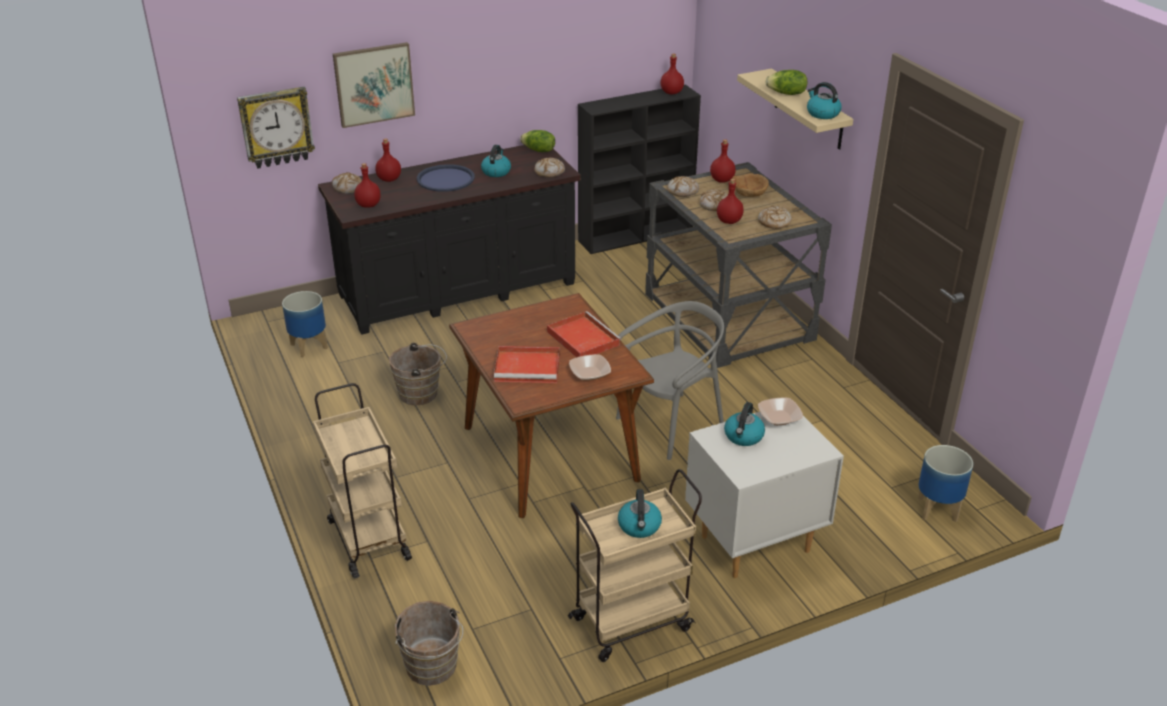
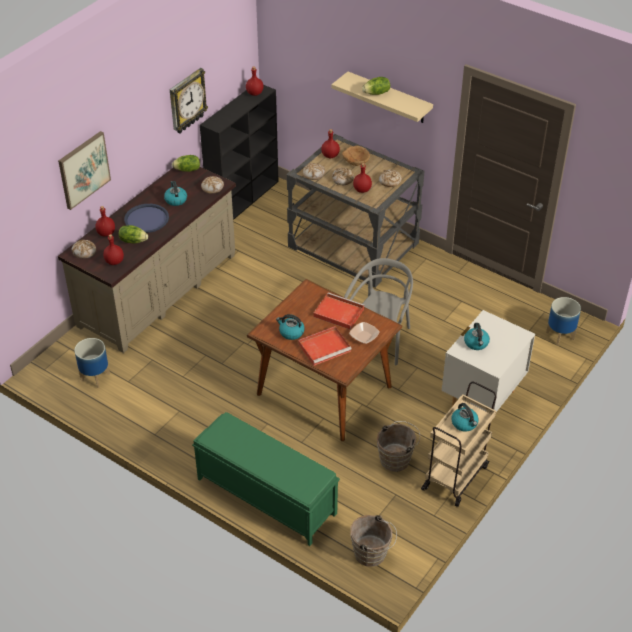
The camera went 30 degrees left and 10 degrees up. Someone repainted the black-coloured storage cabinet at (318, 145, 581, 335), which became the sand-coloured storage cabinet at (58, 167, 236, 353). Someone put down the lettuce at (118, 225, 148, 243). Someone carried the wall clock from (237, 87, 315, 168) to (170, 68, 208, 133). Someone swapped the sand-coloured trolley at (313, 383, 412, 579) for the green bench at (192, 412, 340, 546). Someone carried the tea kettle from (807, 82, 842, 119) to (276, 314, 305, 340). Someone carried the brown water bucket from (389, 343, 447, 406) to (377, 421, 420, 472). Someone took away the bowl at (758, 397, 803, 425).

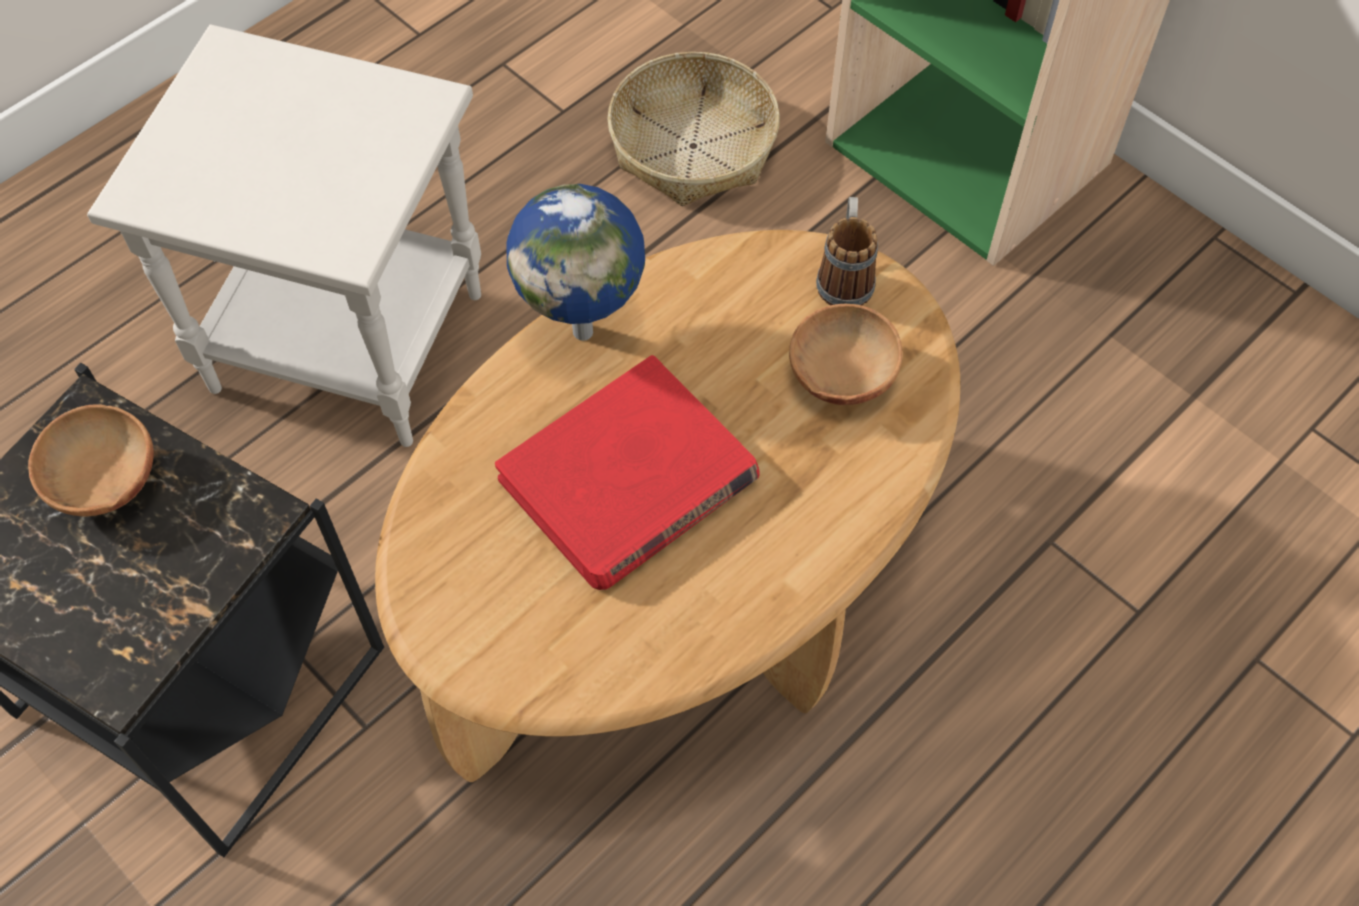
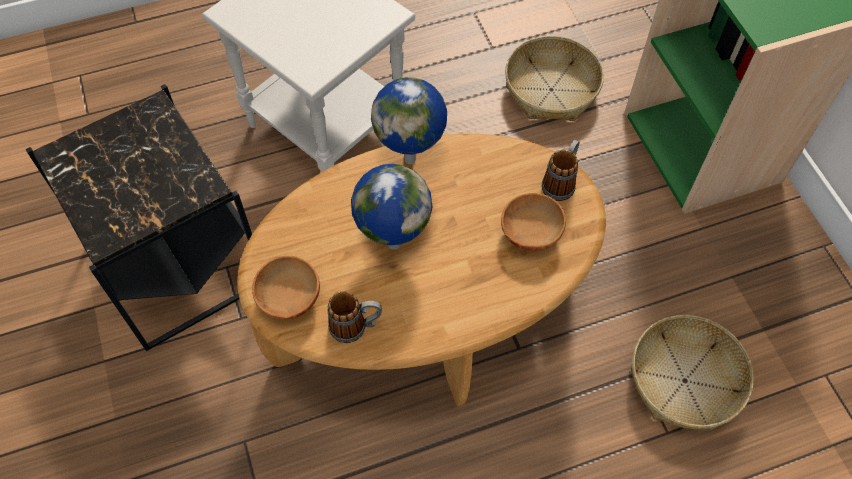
The camera went 25 degrees right and 0 degrees up. Someone carried the brown bowl from (28, 404, 154, 517) to (252, 256, 320, 319). Someone put down the mug at (327, 291, 382, 343). Someone swapped the reddish volume at (495, 355, 760, 590) for the globe at (351, 164, 432, 249). Someone put down the household basket at (631, 315, 754, 431).

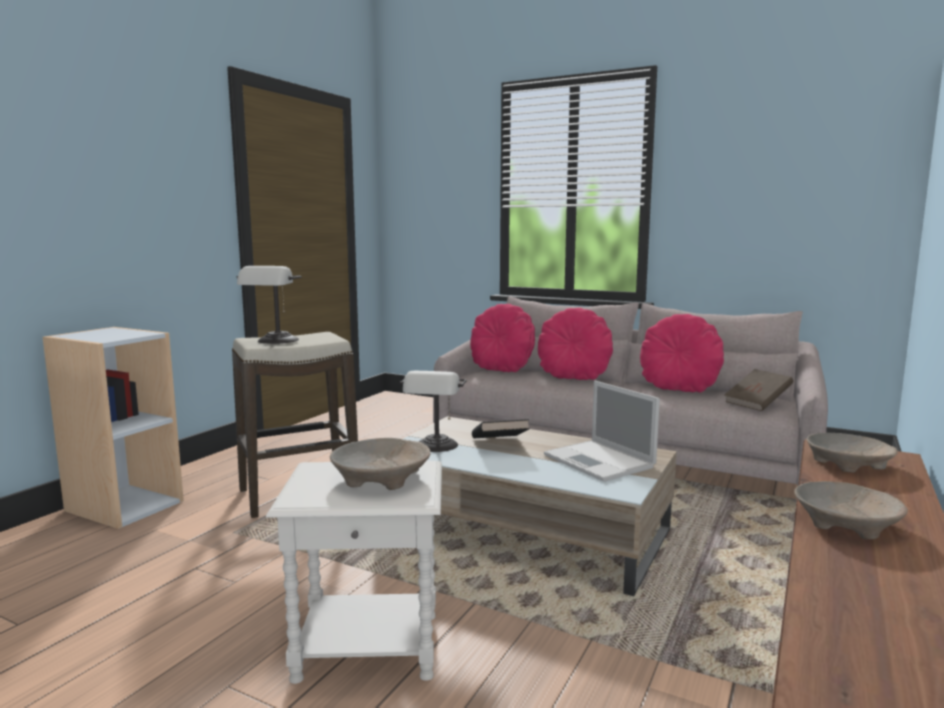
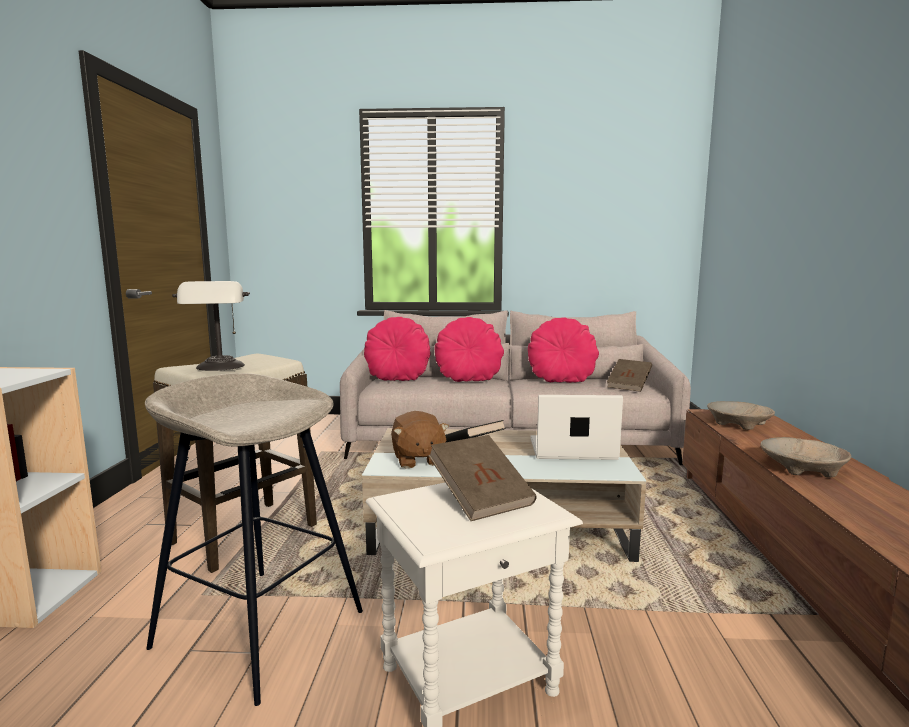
The camera went 25 degrees left and 0 degrees up. Someone put down the greyish stool at (145, 373, 363, 706). Someone swapped the lamp for a table at (400, 371, 467, 452) for the brown soft toy at (391, 411, 449, 469). Someone swapped the sand-coloured bowl at (330, 438, 431, 490) for the brown volume at (428, 435, 537, 521). Someone rotated the portable computer at (544, 381, 660, 482) by 150 degrees clockwise.

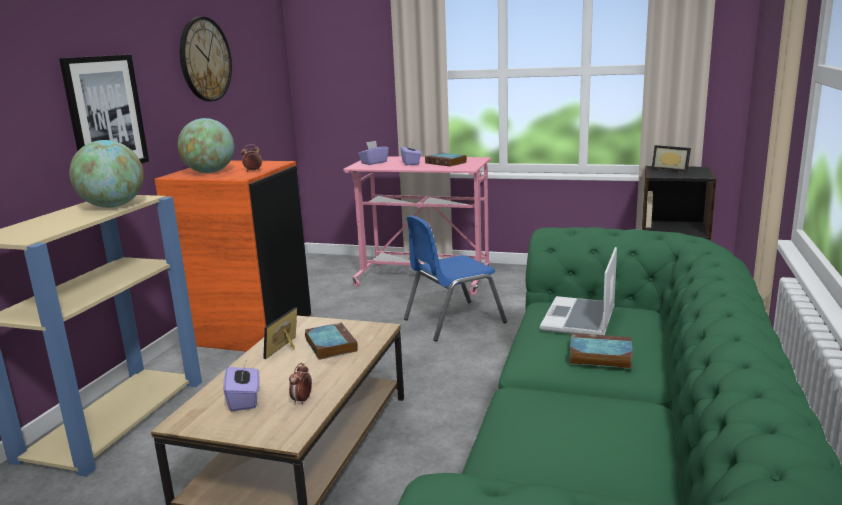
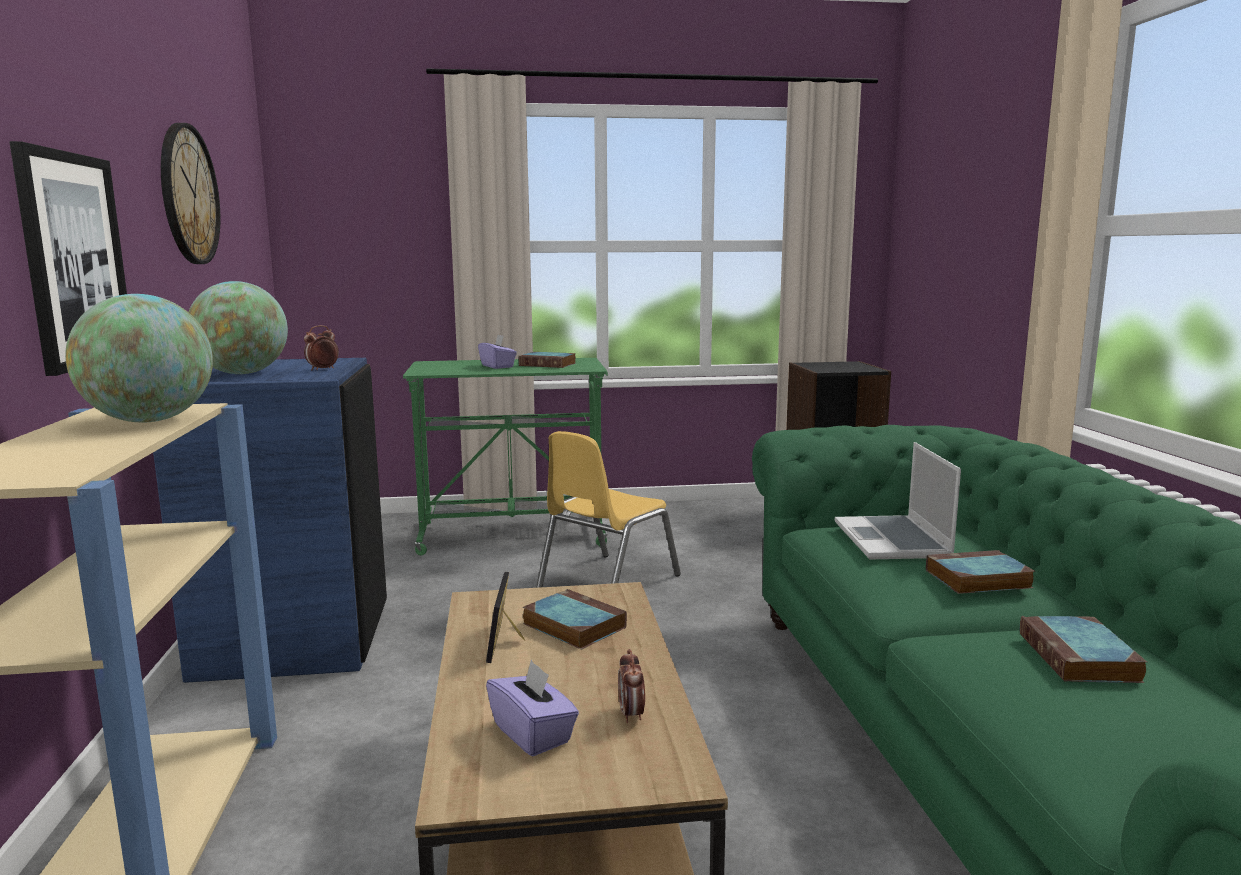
The camera went 25 degrees left and 5 degrees down. Someone repainted the orangey storage cabinet at (154, 160, 311, 352), which became the blue-coloured storage cabinet at (153, 358, 387, 683). Someone repainted the pink-coloured desk at (343, 156, 491, 295), which became the green desk at (403, 358, 608, 555). Someone repainted the blue-coloured upright chair at (404, 215, 507, 341), which became the yellow-coloured upright chair at (536, 431, 681, 588). Someone put down the volume at (1020, 616, 1147, 683). Someone took away the purple tissue holder at (358, 141, 389, 165). Someone took away the picture frame at (651, 145, 691, 172).

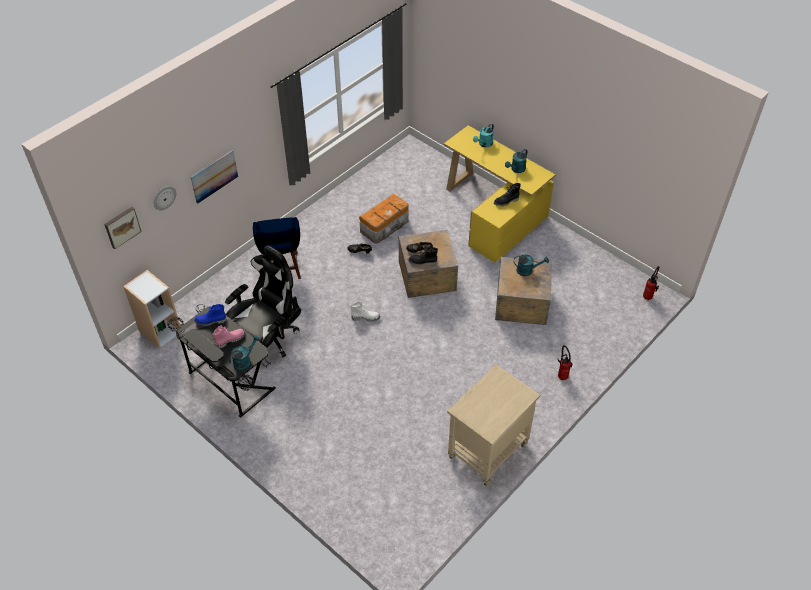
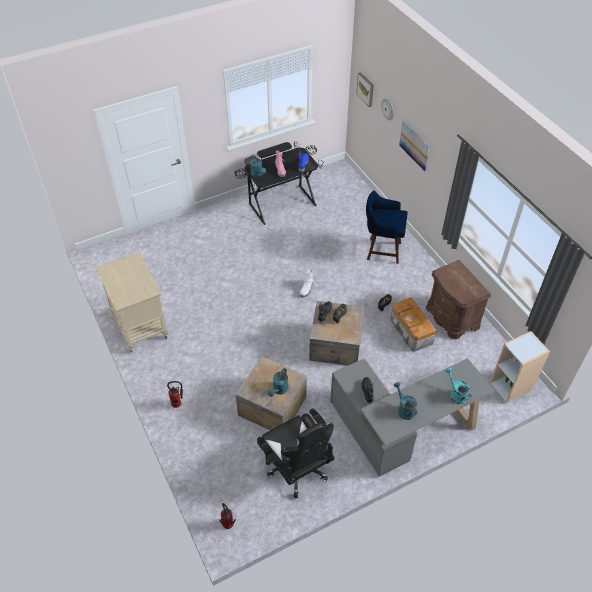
The camera went 110 degrees right and 0 degrees up. Someone carried the black-coloured computer chair from (225, 246, 301, 358) to (257, 408, 335, 498). Someone repainted the yellow-coloured desk at (444, 125, 556, 263), which became the greyish desk at (330, 358, 494, 477). Someone put down the brown bedside table at (426, 260, 491, 339). Someone carried the bookcase from (123, 270, 180, 349) to (490, 331, 550, 403).

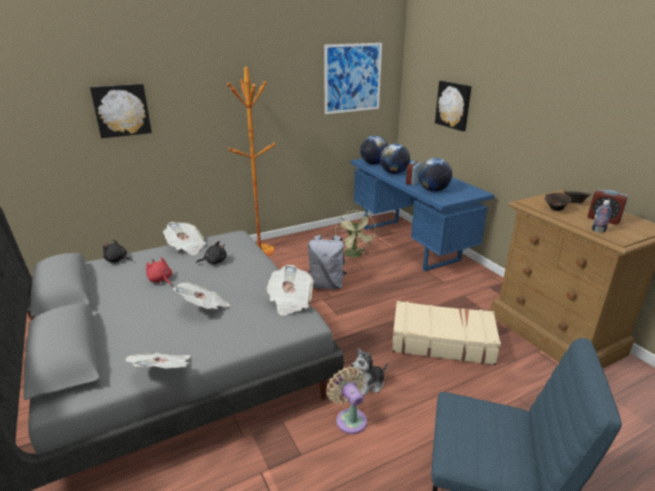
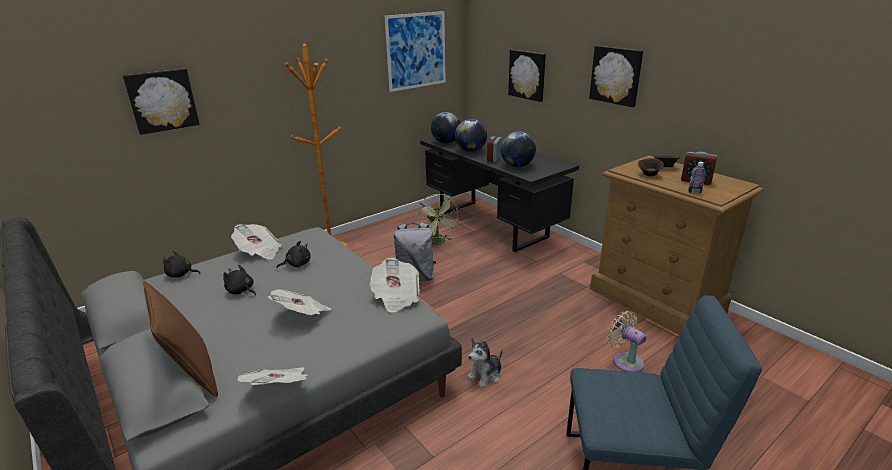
The camera went 10 degrees left and 0 degrees up. Someone put down the brown pillow at (143, 282, 218, 397). Someone repainted the reddish soft toy at (146, 257, 172, 285), which became the black-coloured soft toy at (224, 265, 256, 296). Someone repainted the blue-coloured desk at (351, 158, 494, 271), which became the black-coloured desk at (420, 136, 579, 252). Someone put up the wall art at (589, 46, 643, 107). Someone carried the sand-coloured electric fan from (326, 366, 367, 434) to (607, 311, 647, 372). Someone took away the sand-coloured piece of luggage at (392, 301, 501, 365).

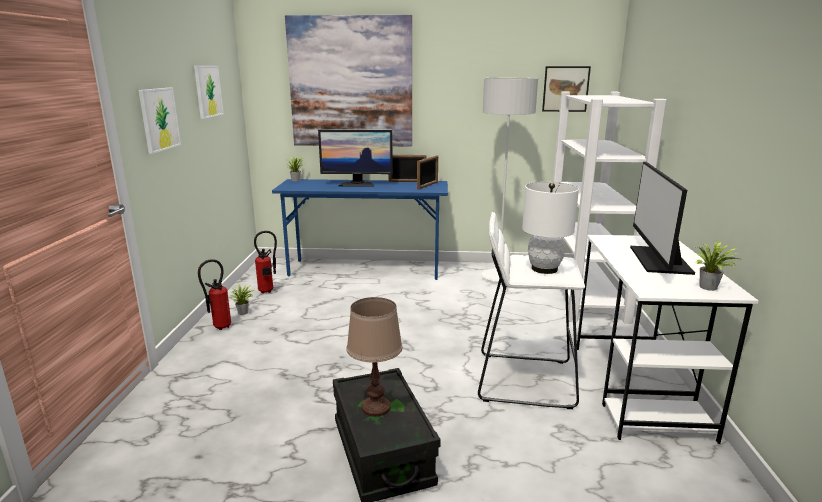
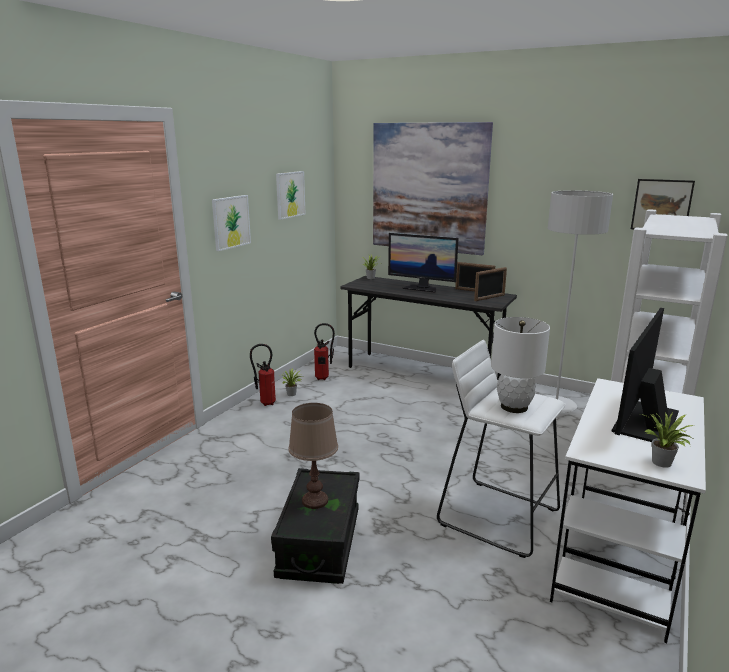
The camera went 25 degrees right and 0 degrees up. Someone repainted the blue-coloured desk at (272, 179, 448, 280), which became the greyish desk at (341, 276, 517, 379).

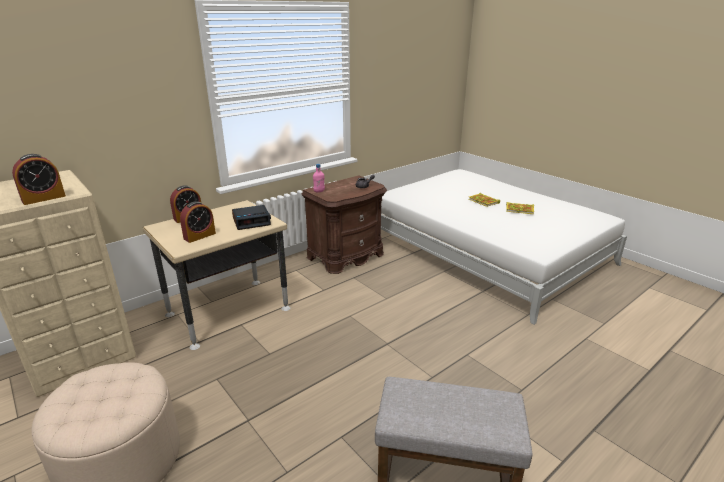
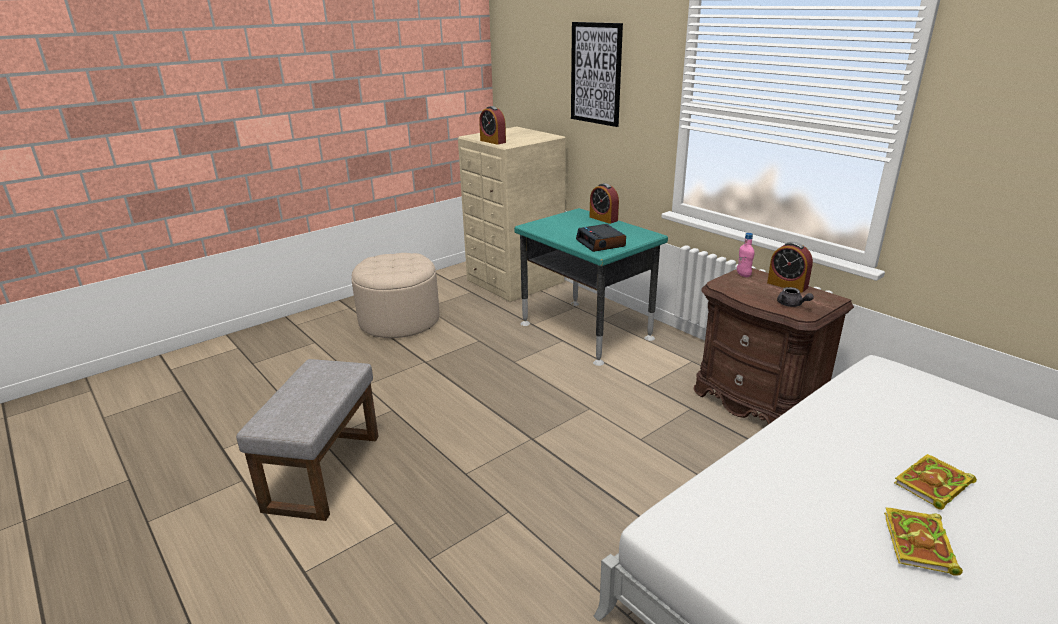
The camera went 90 degrees right and 0 degrees up. Someone repainted the sand-coloured desk at (143, 200, 291, 350), which became the turquoise desk at (514, 208, 668, 366). Someone put up the wall art at (571, 22, 623, 127). Someone carried the table clock from (180, 201, 216, 243) to (767, 242, 813, 293).

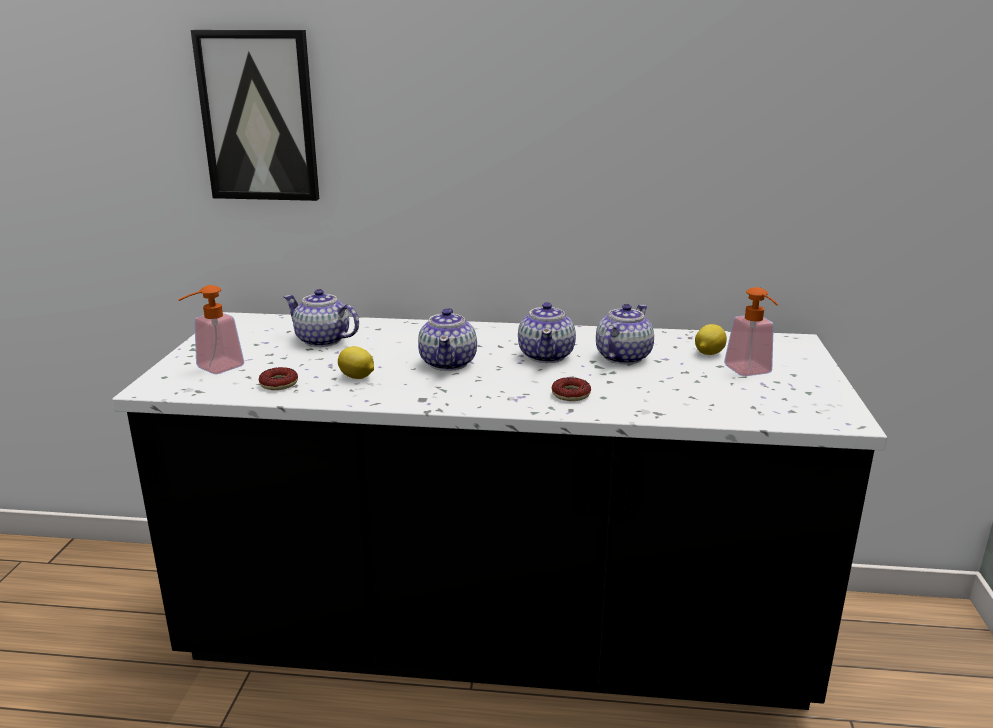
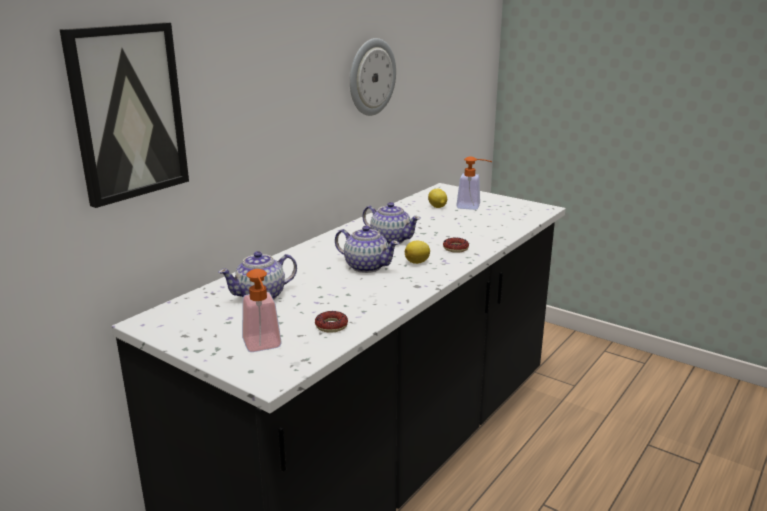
The camera went 60 degrees left and 0 degrees up. Someone put up the wall clock at (350, 38, 396, 116). Someone carried the lemon from (338, 346, 374, 379) to (405, 241, 430, 264). Someone took away the teapot at (596, 304, 654, 365).

